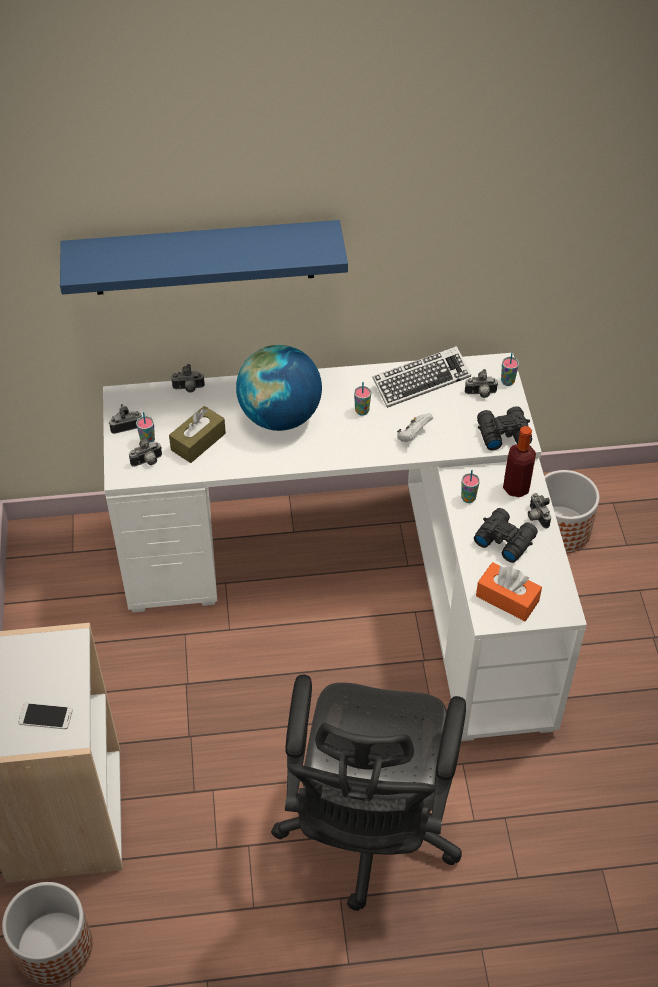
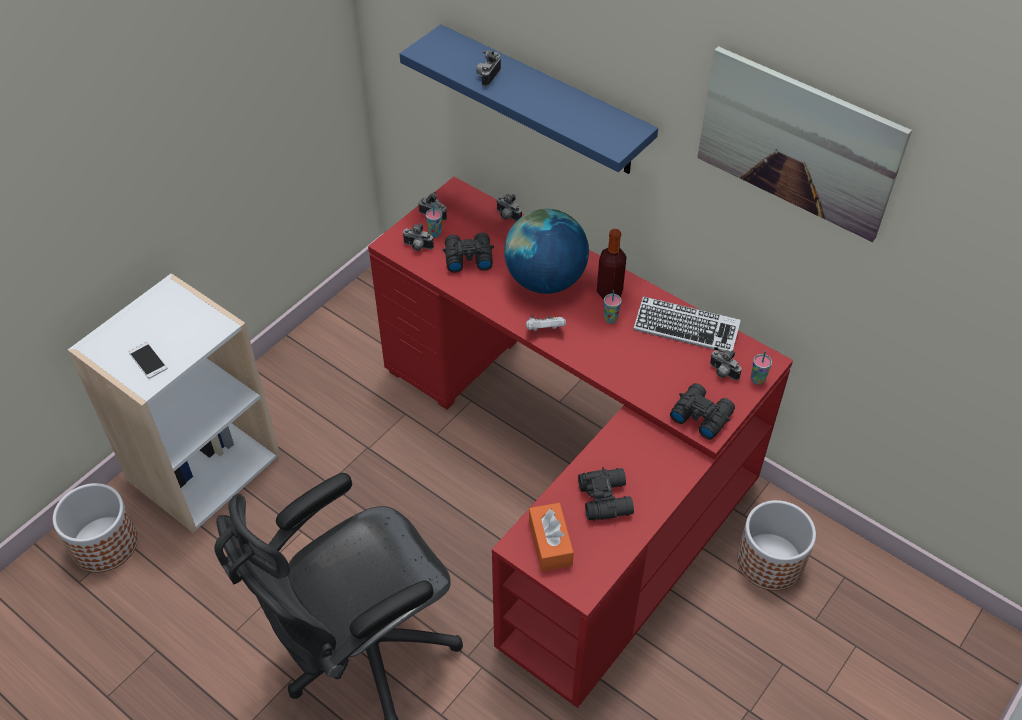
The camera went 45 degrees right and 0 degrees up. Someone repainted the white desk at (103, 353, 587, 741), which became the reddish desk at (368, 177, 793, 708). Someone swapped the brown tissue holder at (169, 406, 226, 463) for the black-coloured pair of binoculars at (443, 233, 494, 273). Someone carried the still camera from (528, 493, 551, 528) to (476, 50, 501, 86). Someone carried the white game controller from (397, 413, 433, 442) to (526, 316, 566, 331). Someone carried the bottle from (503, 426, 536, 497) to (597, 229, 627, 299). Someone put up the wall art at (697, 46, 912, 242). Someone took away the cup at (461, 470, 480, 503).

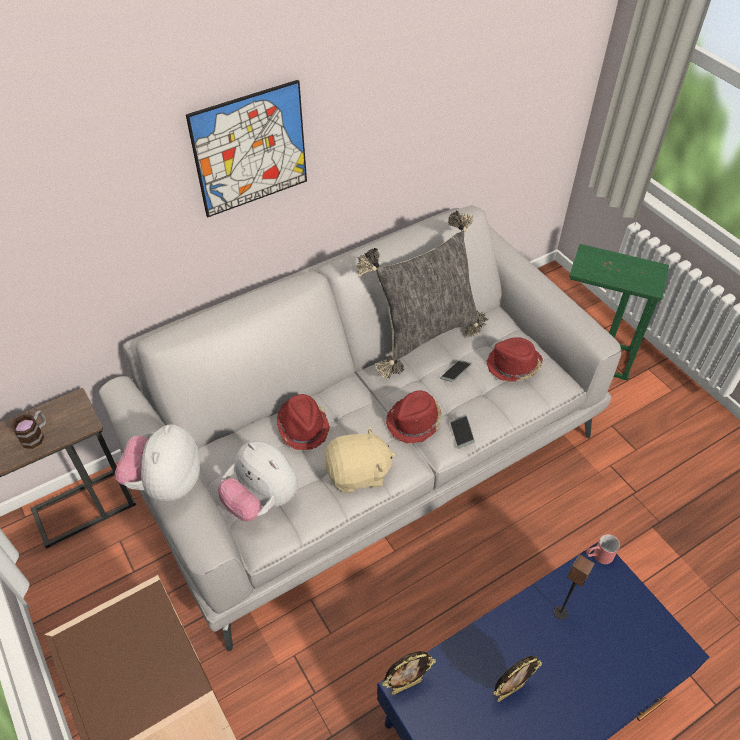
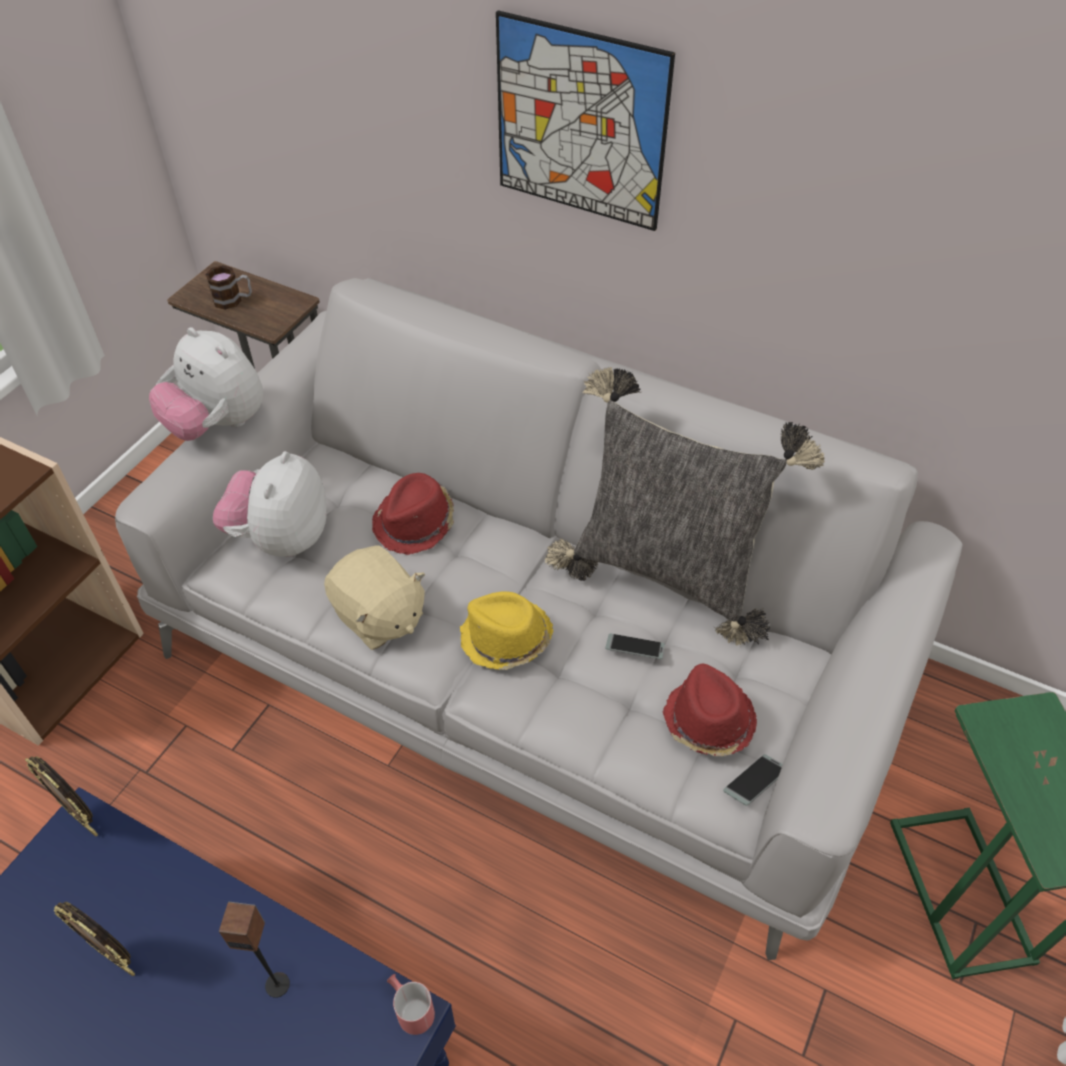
The camera went 60 degrees right and 0 degrees up. Someone rotated the soft toy at (115, 424, 200, 502) by 120 degrees counterclockwise. Someone repainted the reddish hat at (386, 391, 442, 444), which became the yellow-coloured hat at (460, 591, 553, 670). Someone carried the handset from (450, 414, 475, 449) to (723, 754, 783, 806).

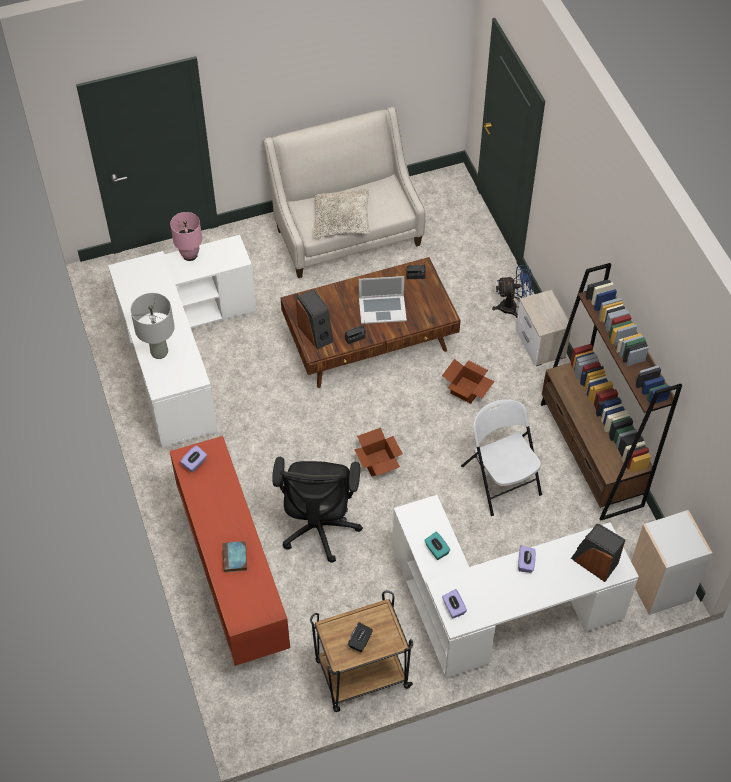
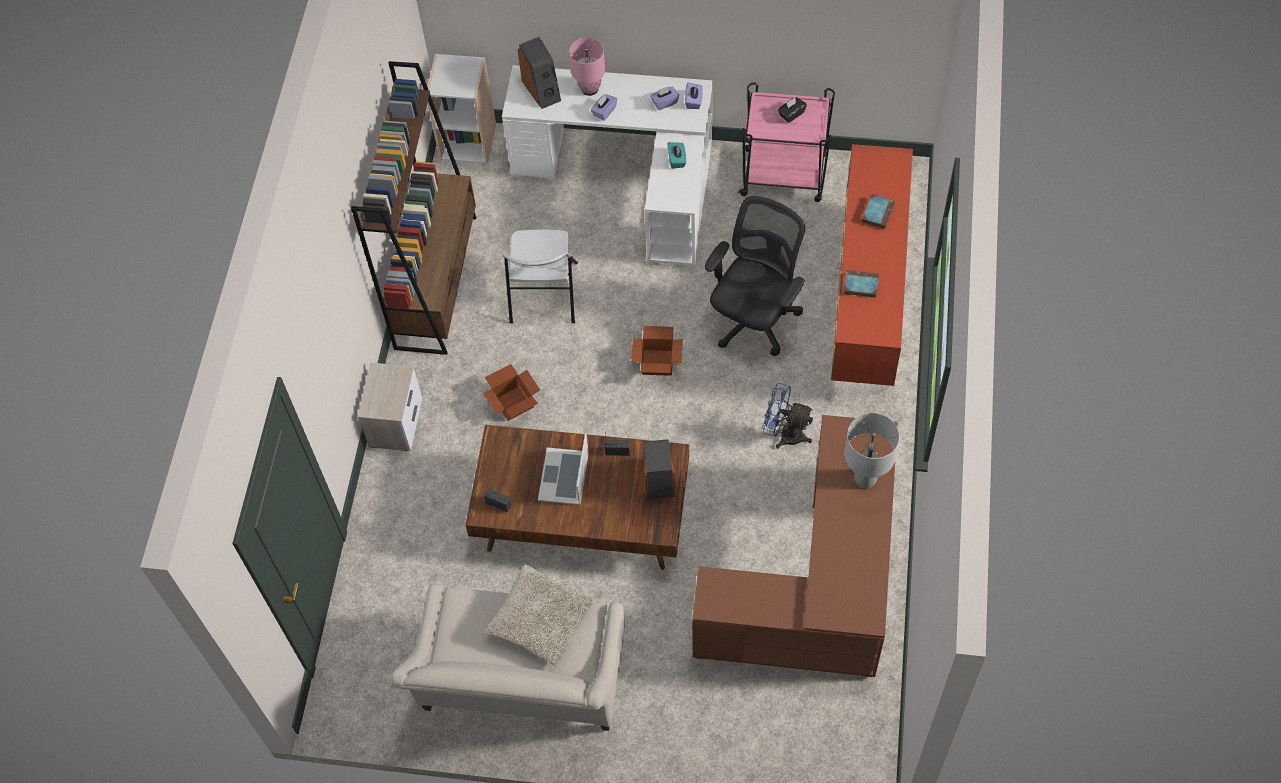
The camera went 150 degrees left and 5 degrees up. Someone rotated the portable computer at (359, 276, 407, 324) by 105 degrees counterclockwise. Someone carried the pink-coloured lamp for a table from (170, 212, 202, 261) to (569, 37, 605, 96). Someone carried the purple tissue holder from (180, 445, 207, 472) to (650, 86, 679, 110). Someone repainted the white desk at (108, 235, 256, 449), which became the brown desk at (692, 415, 898, 677). Someone repainted the brown trolley at (310, 590, 413, 712), which became the pink-coloured trolley at (738, 82, 835, 202). Someone carried the blue-coloured electric fan from (492, 265, 534, 318) to (762, 383, 813, 449). Someone put down the volume at (843, 270, 879, 298).

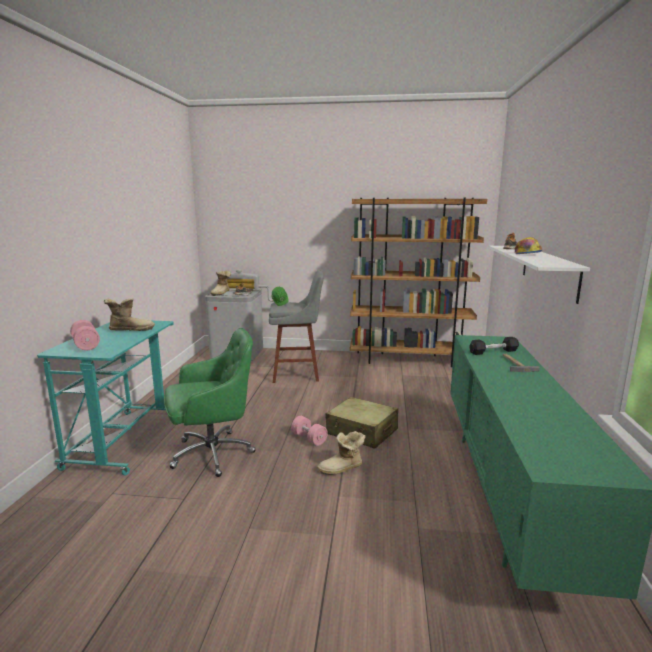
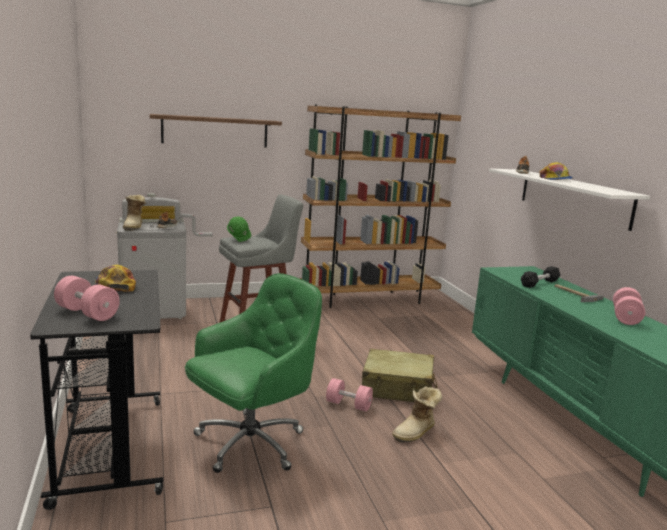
The camera went 25 degrees left and 0 degrees up. Someone repainted the turquoise desk at (37, 321, 174, 475), which became the black-coloured desk at (30, 270, 163, 510). Someone swapped the high-top boot at (104, 298, 155, 331) for the cap at (95, 265, 136, 292). Someone put up the wall shelf at (150, 114, 282, 148). Someone put down the pink-coloured free weight at (613, 287, 645, 325).

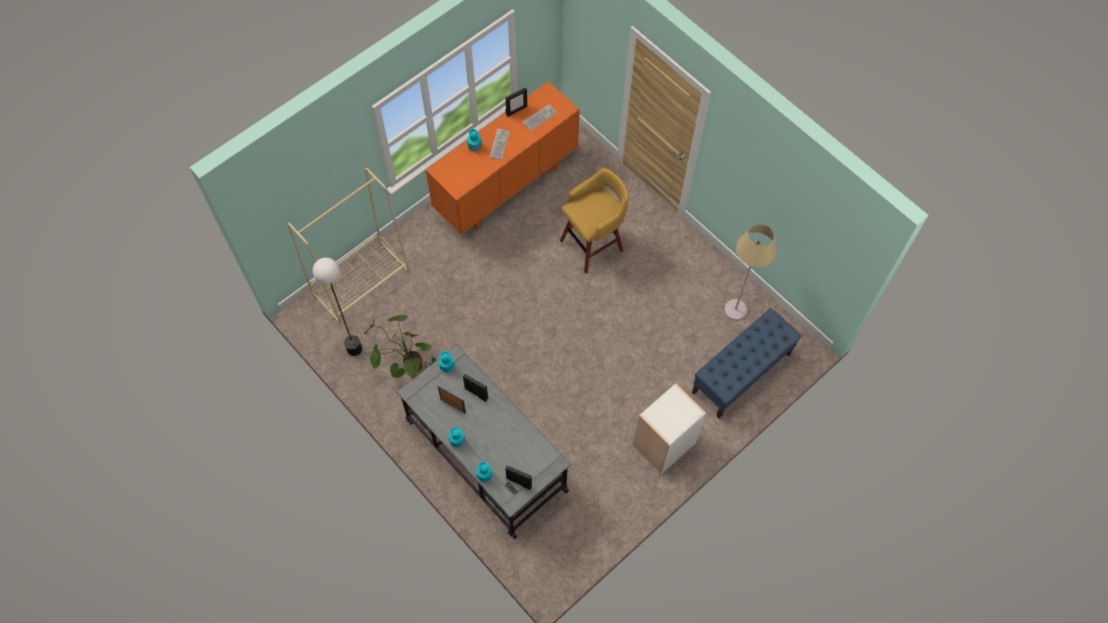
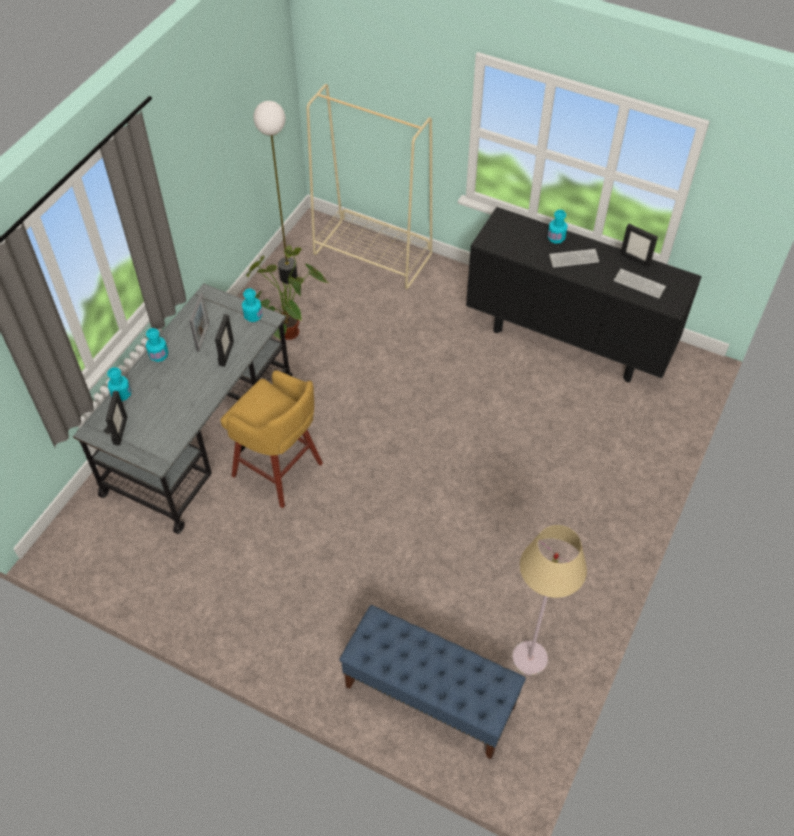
The camera went 70 degrees right and 10 degrees down. Someone carried the yellow-coloured stool from (560, 168, 629, 273) to (220, 370, 323, 508). Someone repainted the orangey dresser at (426, 81, 580, 235), which became the black-coloured dresser at (466, 207, 702, 382). Someone took away the white bookcase at (633, 383, 706, 474).

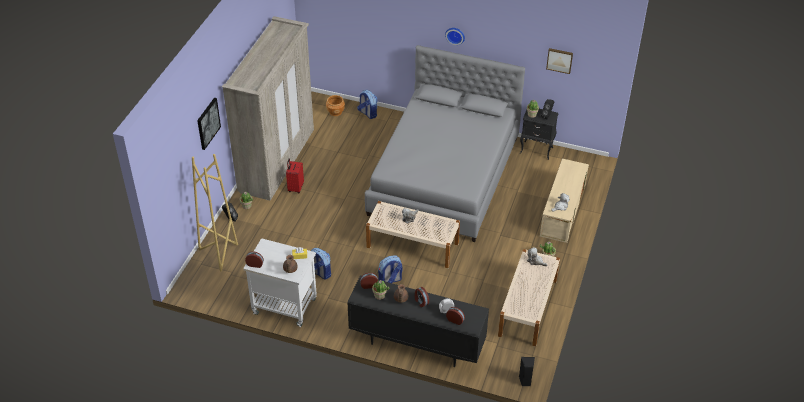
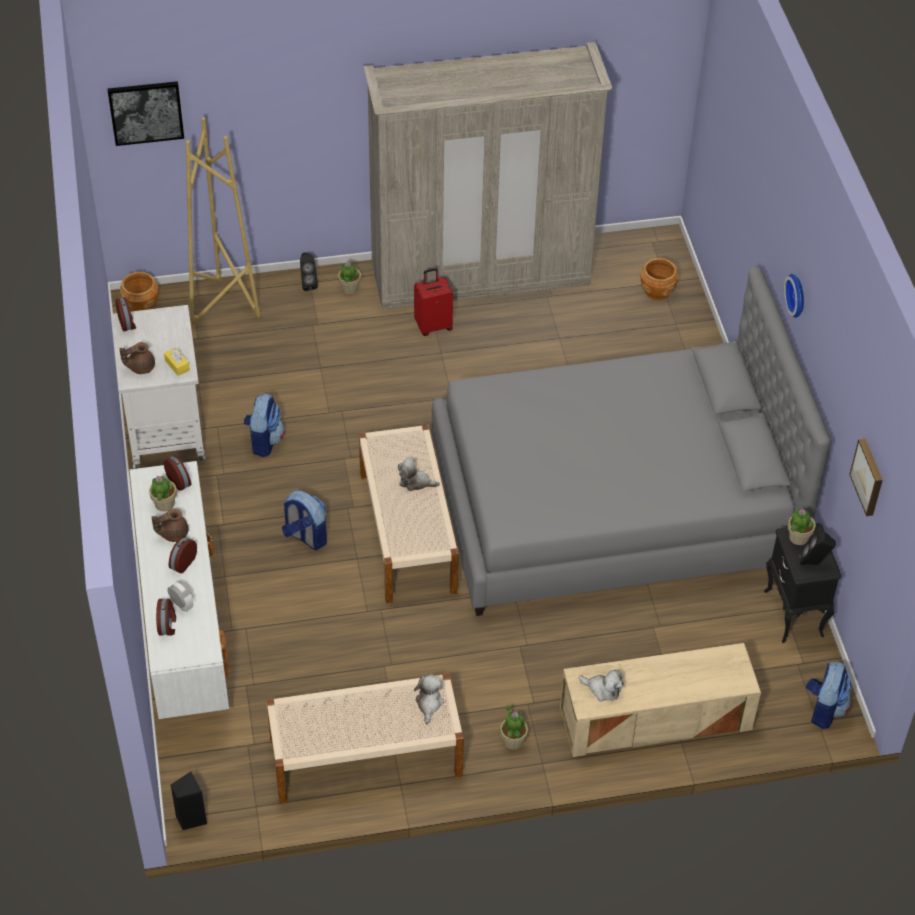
The camera went 60 degrees right and 5 degrees up. Someone carried the wall art from (197, 98, 221, 150) to (108, 81, 184, 146). Someone put down the brown planter at (120, 272, 159, 311). Someone repainted the black-coloured dresser at (347, 275, 489, 367), which became the white dresser at (130, 461, 230, 719). Someone carried the backpack from (357, 90, 377, 119) to (806, 661, 851, 729).

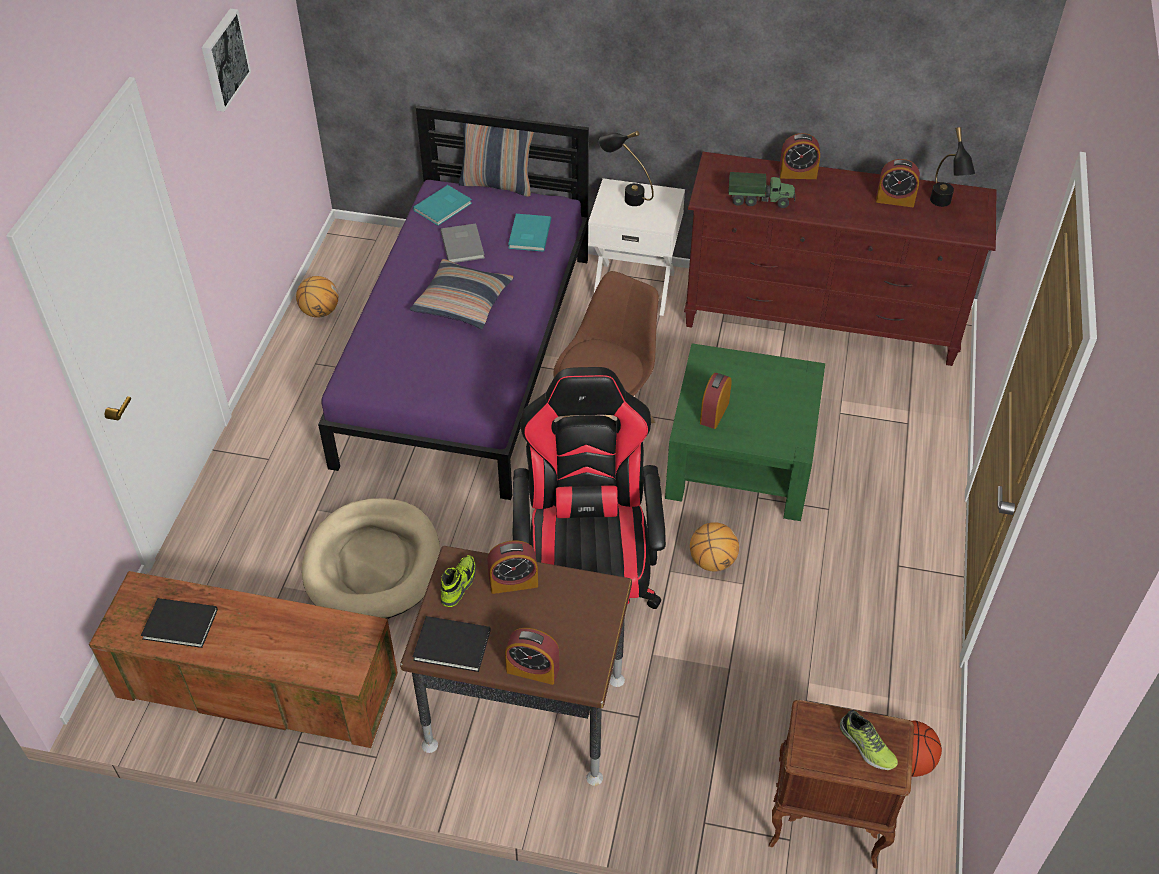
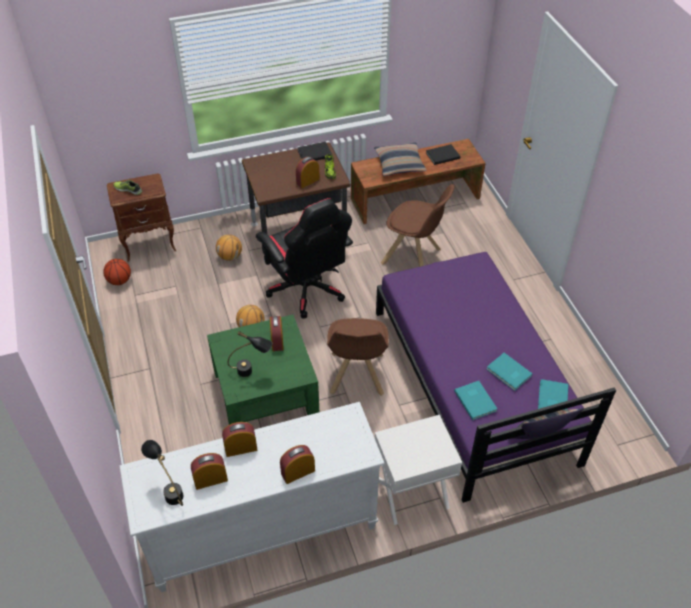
The camera went 150 degrees right and 0 degrees up. Someone repainted the reddish dresser at (684, 152, 997, 366), which became the white dresser at (119, 402, 385, 592). Someone carried the basketball ball from (296, 276, 338, 318) to (216, 234, 242, 261). Someone carried the table clock from (505, 628, 559, 685) to (222, 422, 257, 457). Someone carried the black-coloured lamp for a table from (599, 131, 654, 206) to (228, 331, 273, 377). Someone carried the pillow from (410, 259, 514, 329) to (374, 143, 427, 176). Someone swapped the sand-coloured dog cushion at (302, 498, 440, 619) for the brown upright chair at (381, 184, 455, 267). Someone repainted the greyish volume at (440, 223, 485, 263), which became the turquoise volume at (487, 353, 533, 391). Someone took away the wall art at (202, 9, 251, 112). Someone took away the model truck at (728, 172, 795, 208).

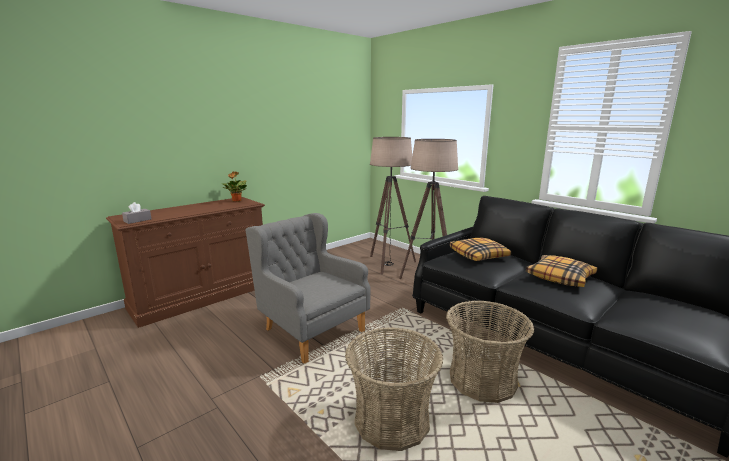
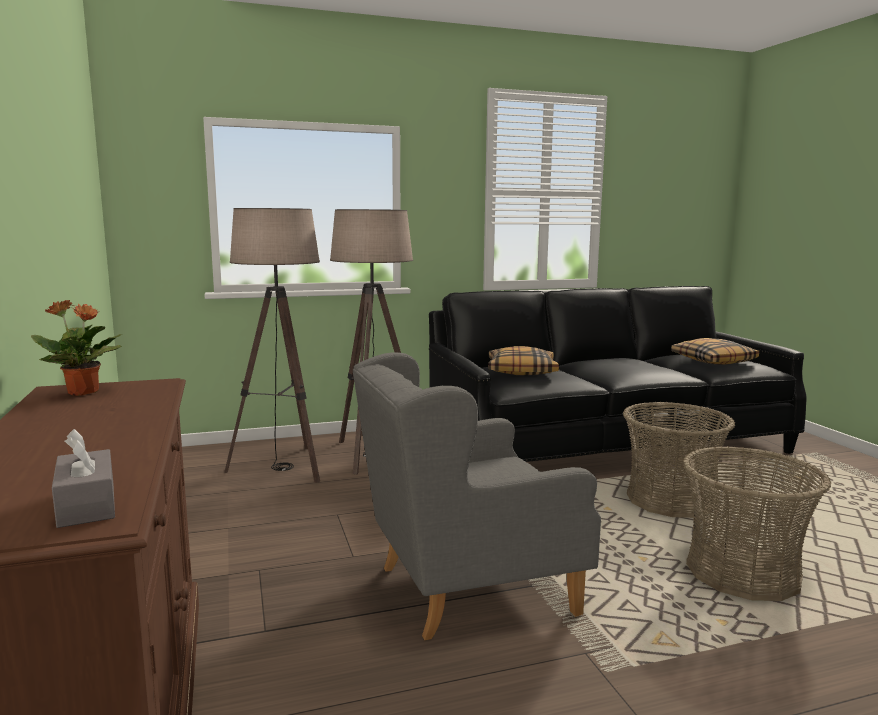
The camera went 65 degrees left and 5 degrees down. Someone carried the pillow from (526, 255, 597, 287) to (671, 338, 759, 365).

